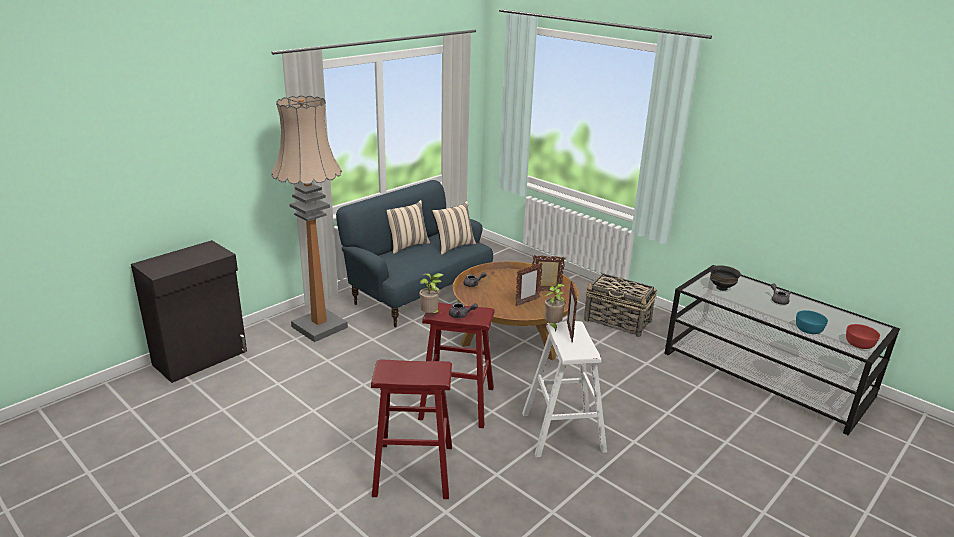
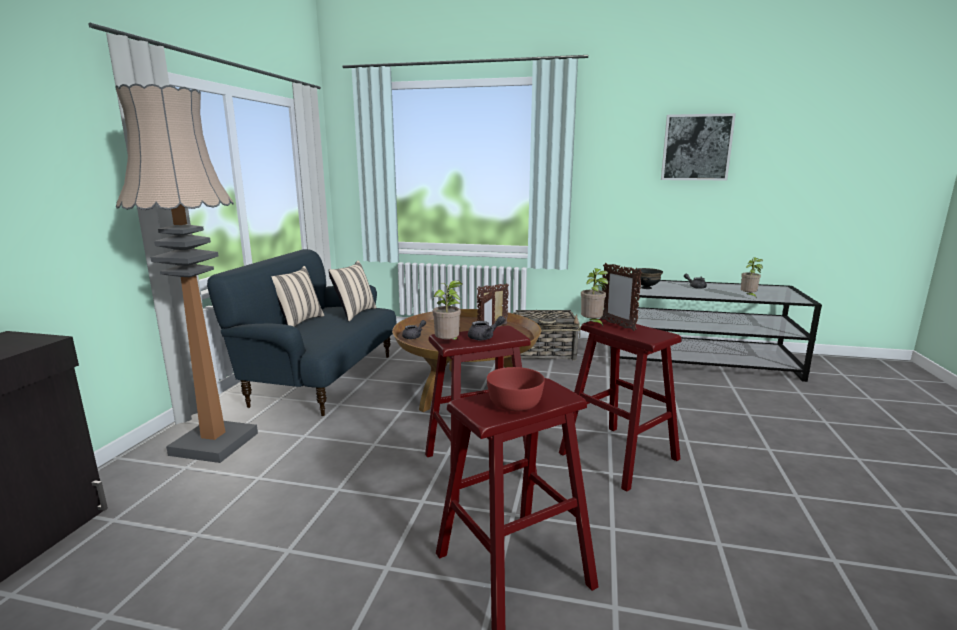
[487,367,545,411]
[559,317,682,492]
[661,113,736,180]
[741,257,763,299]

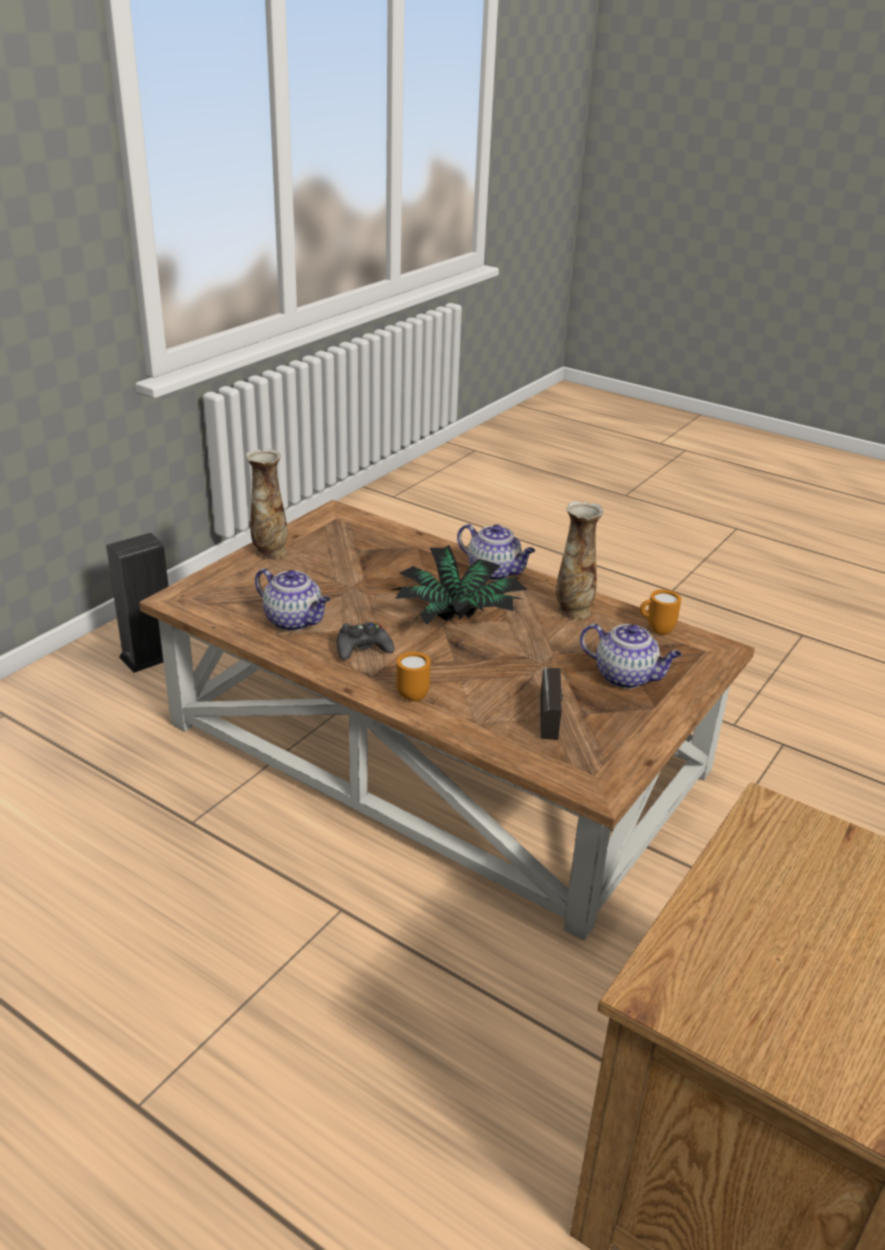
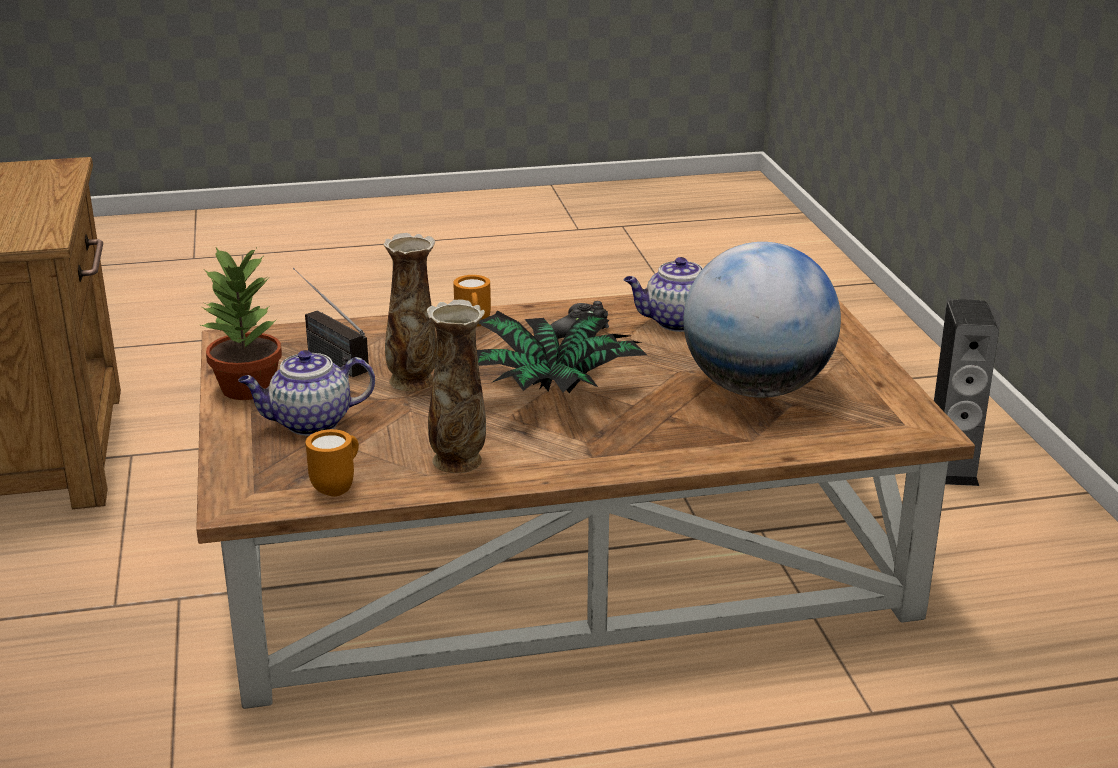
[201,247,282,400]
[383,233,437,391]
[683,242,841,398]
[457,524,536,581] (first image)

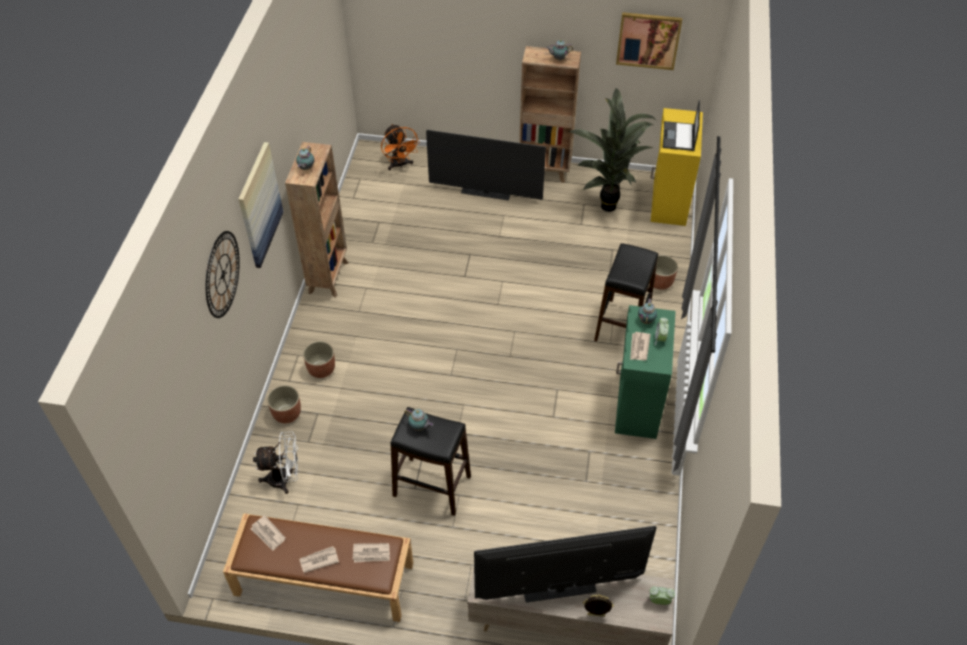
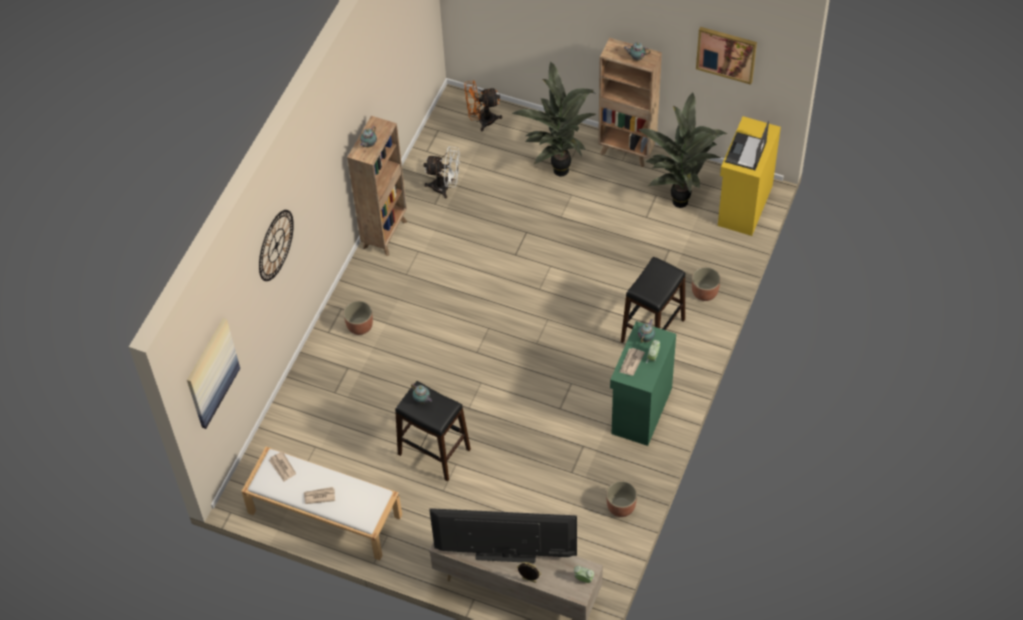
[187,318,240,429]
[241,447,402,560]
[424,146,460,199]
[464,80,503,131]
[512,61,596,176]
[606,481,637,517]
[353,543,390,563] (first image)

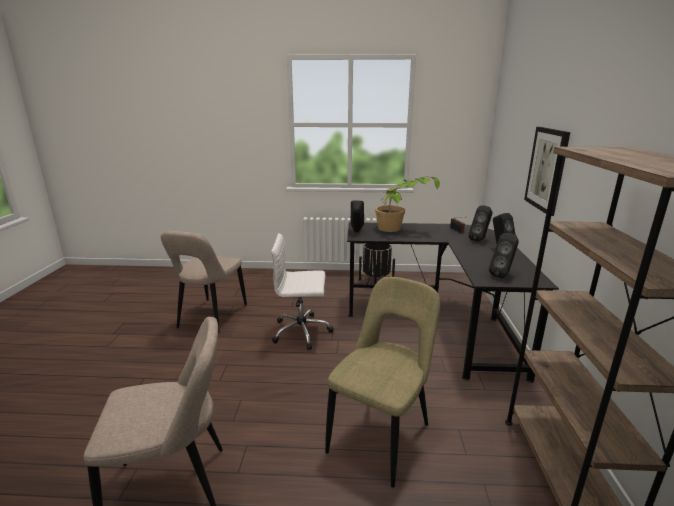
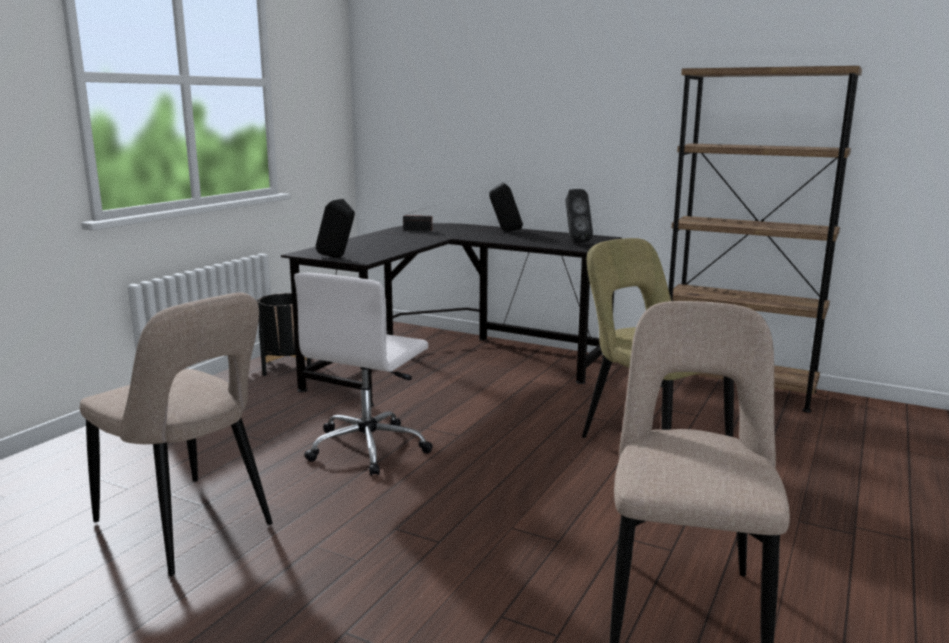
[375,176,440,232] (first image)
[468,205,493,242] (first image)
[524,127,570,216] (first image)

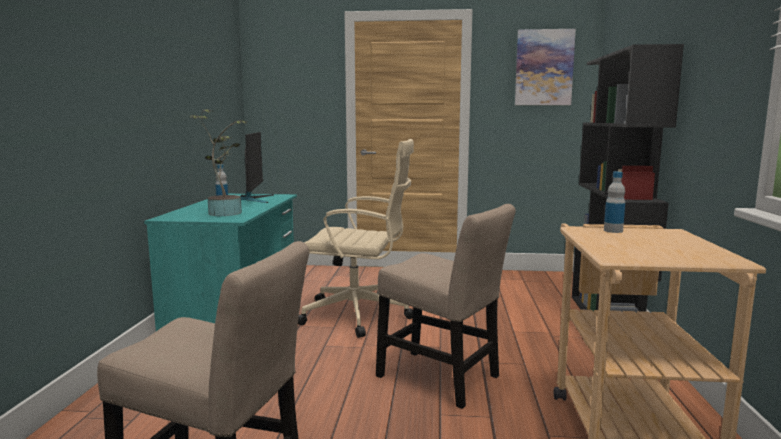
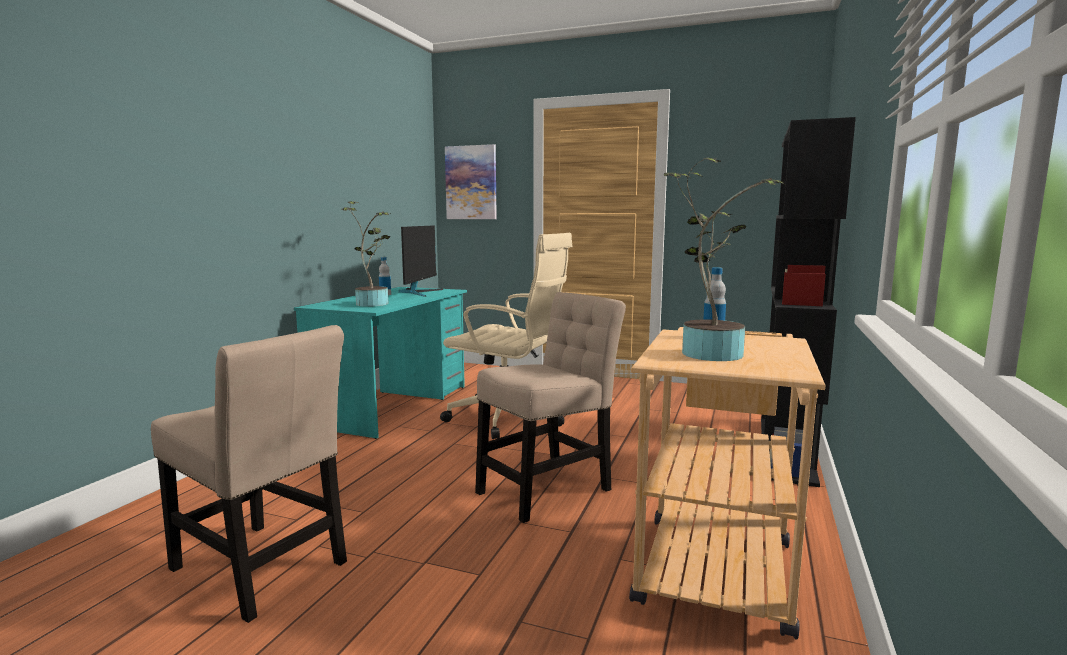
[445,144,497,219]
[475,292,626,523]
[664,157,785,361]

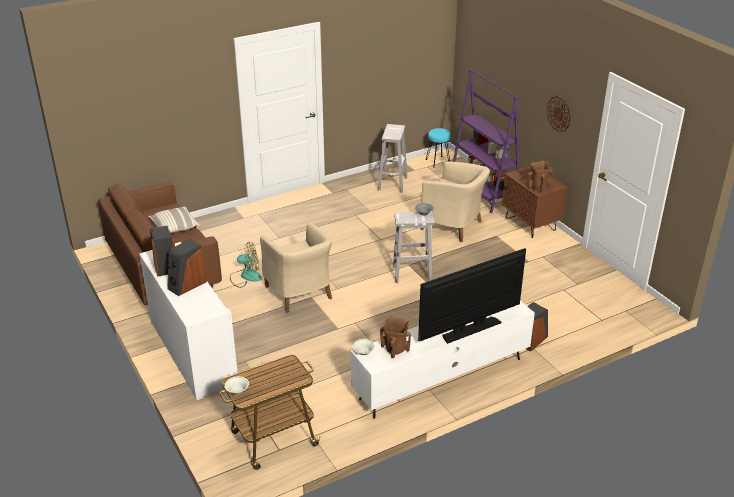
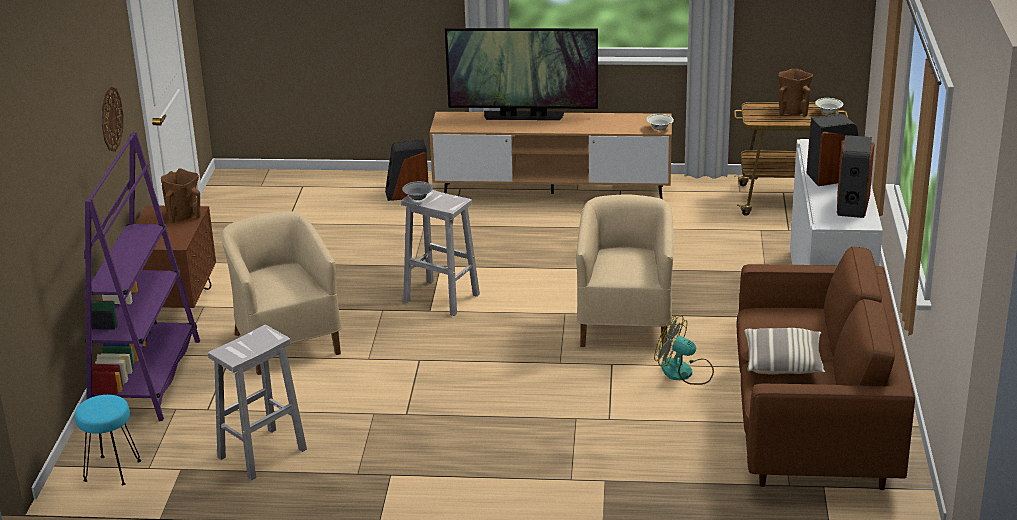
[430,112,672,200]
[778,69,813,117]

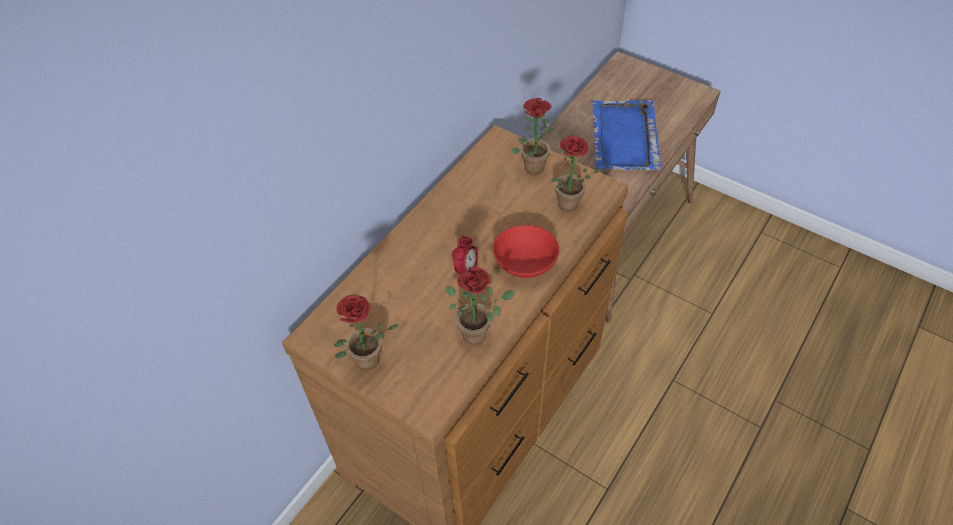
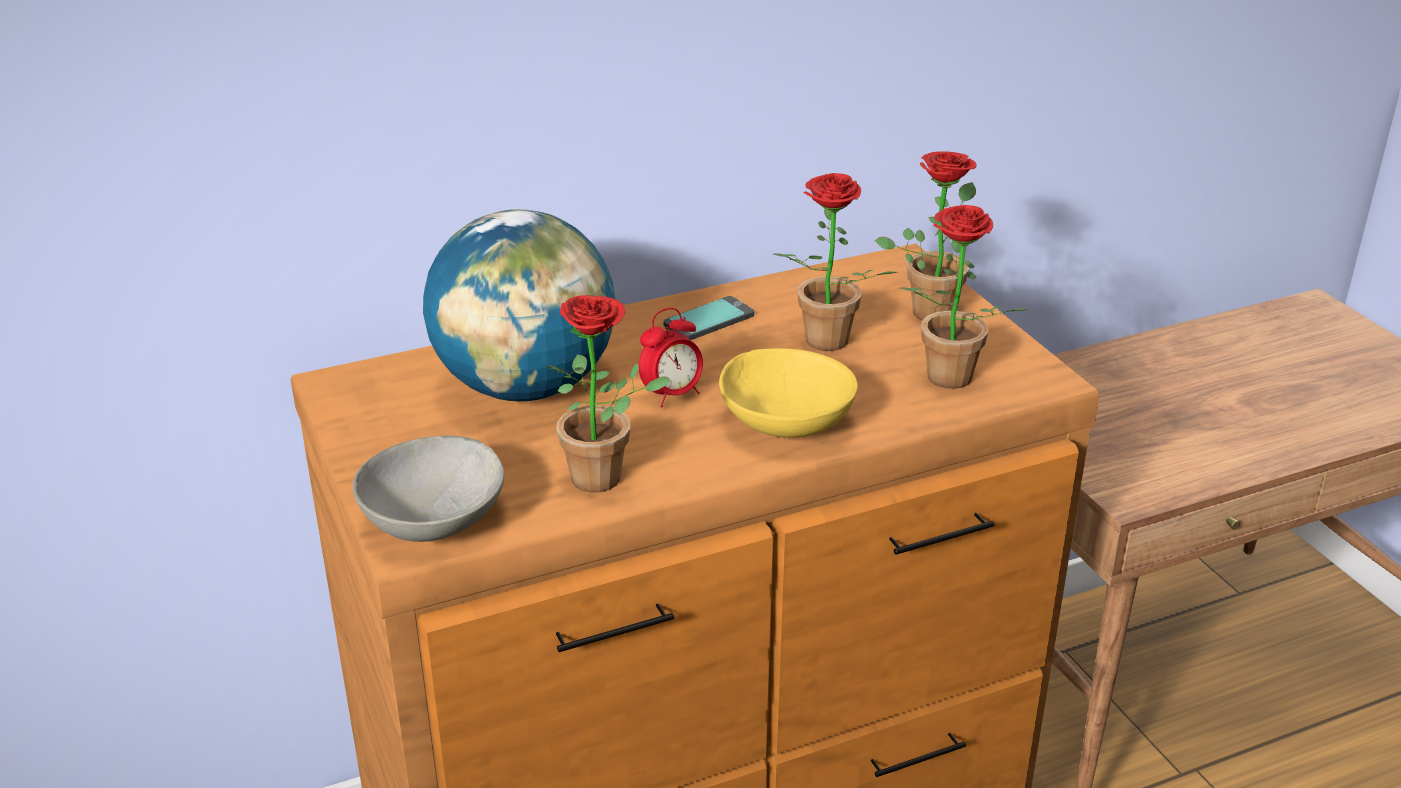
[353,435,504,542]
[423,209,615,401]
[664,296,754,340]
[719,348,858,438]
[774,173,897,351]
[591,100,662,170] (first image)

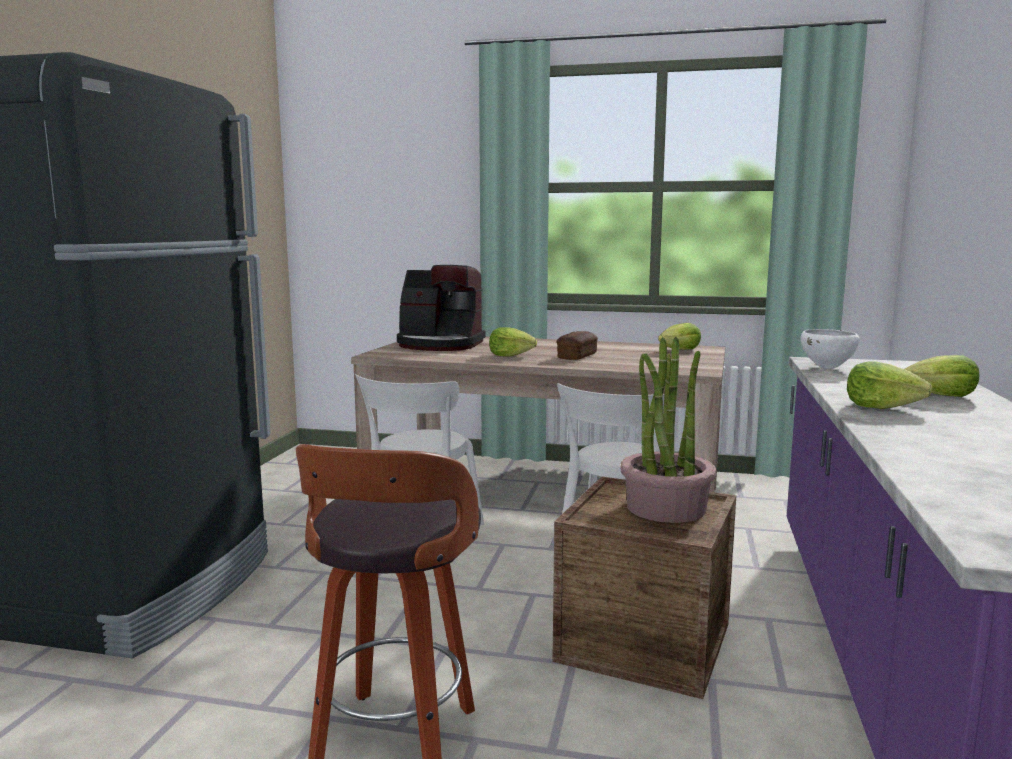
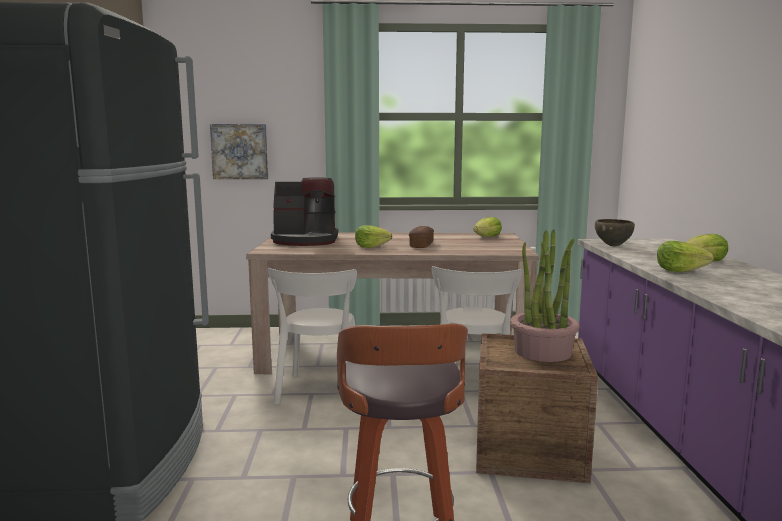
[210,124,268,179]
[595,219,635,246]

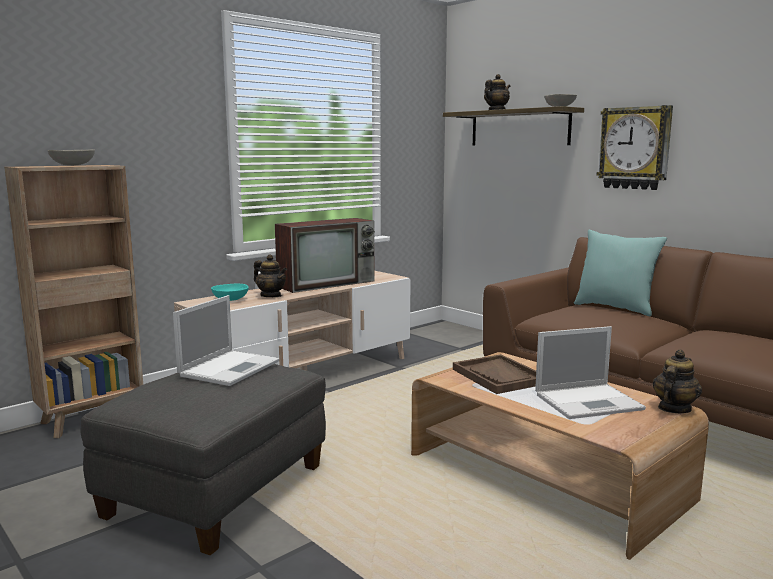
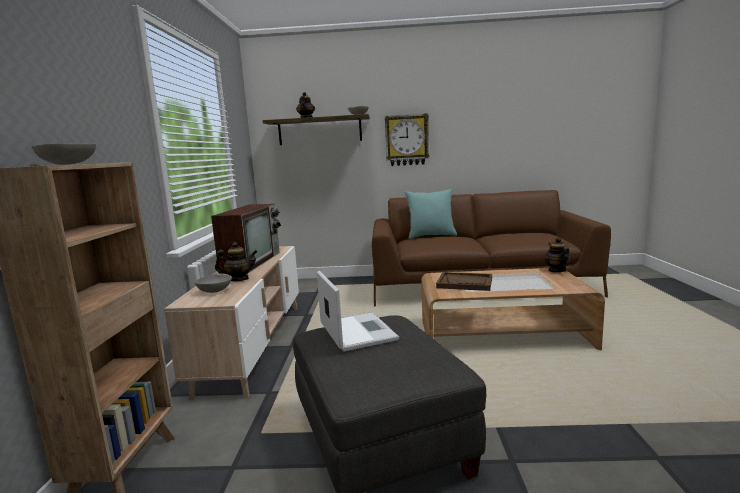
[195,274,232,293]
[535,326,646,419] (first image)

